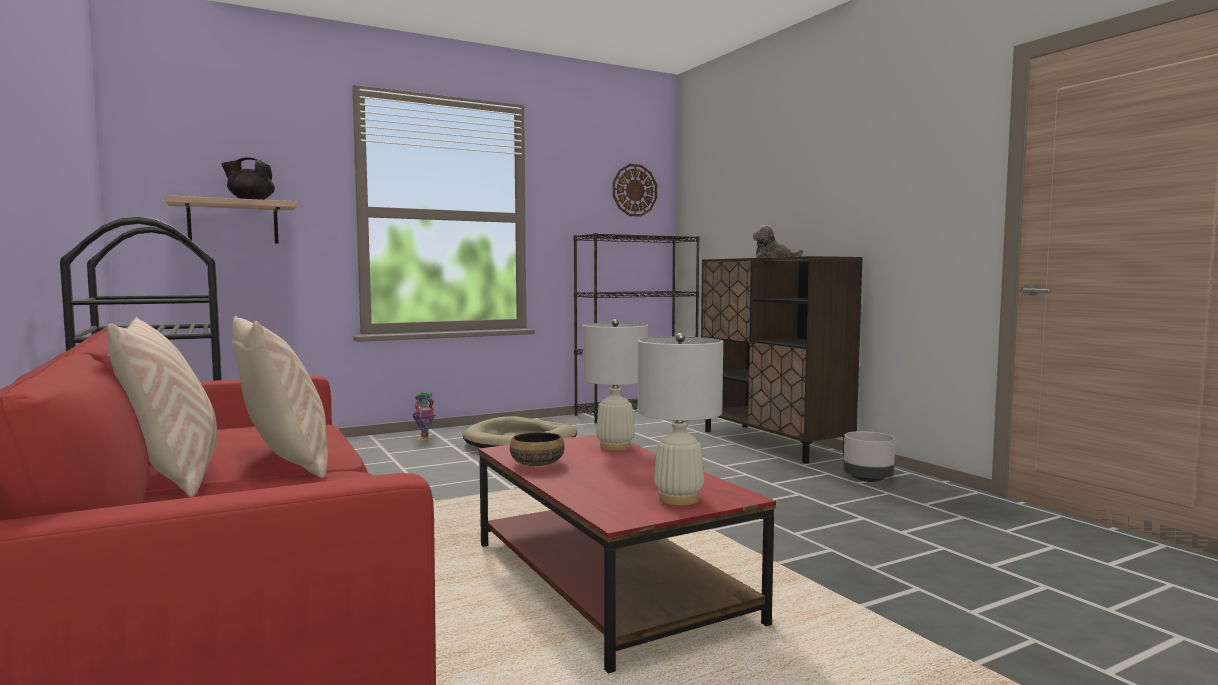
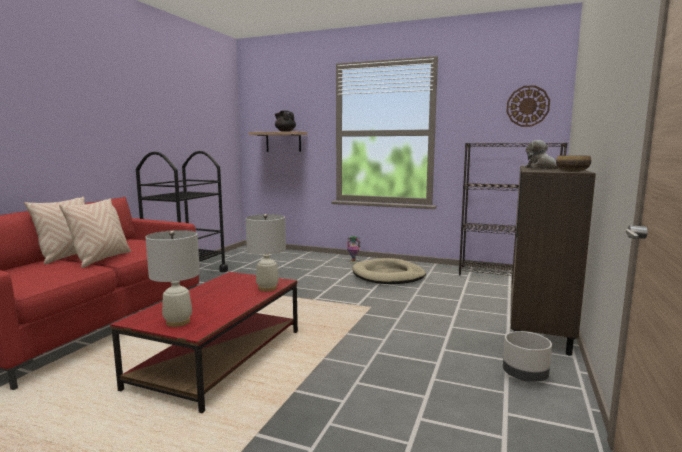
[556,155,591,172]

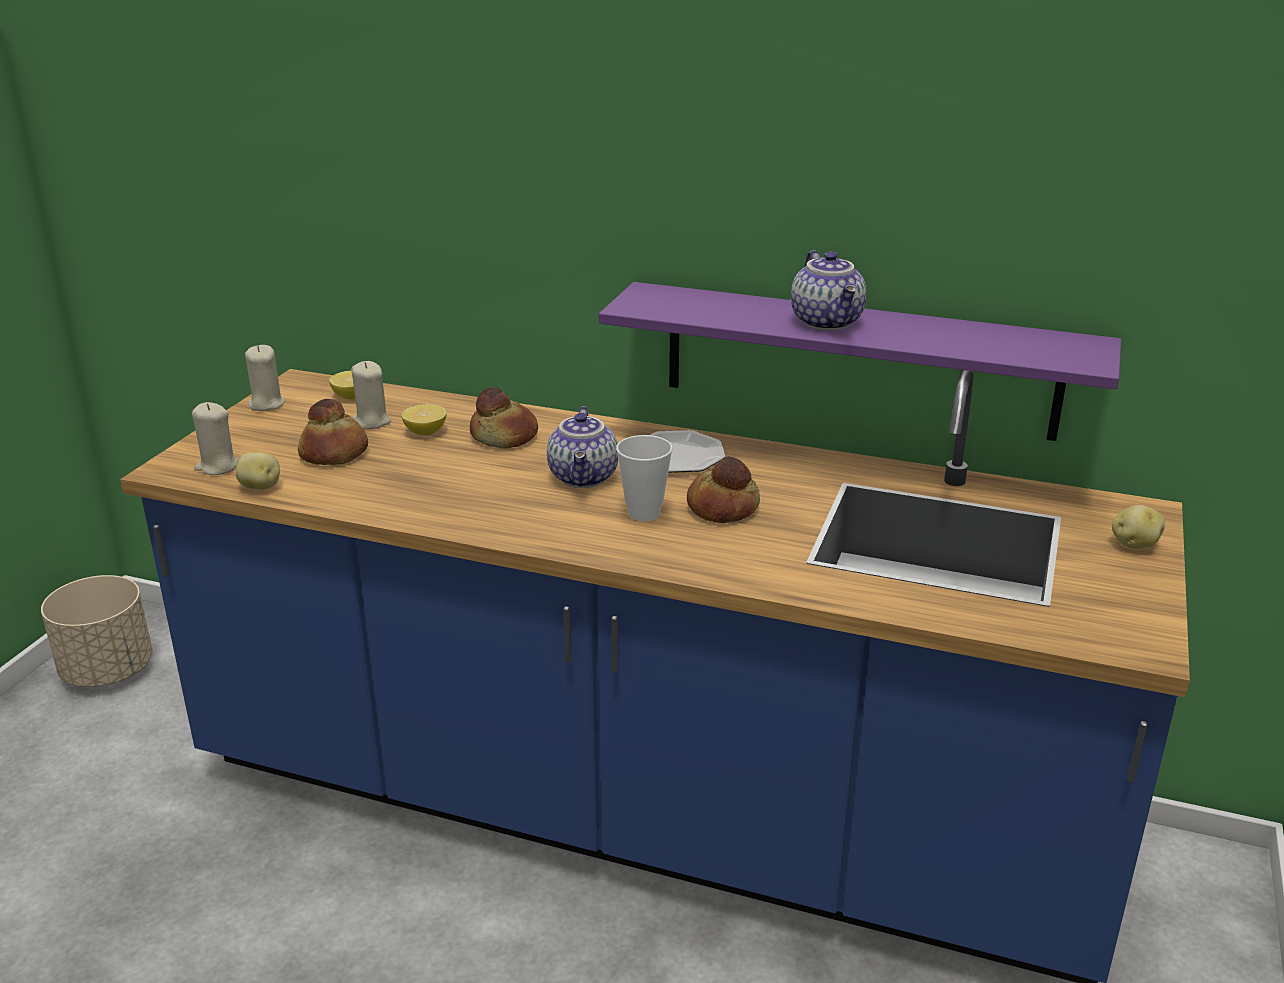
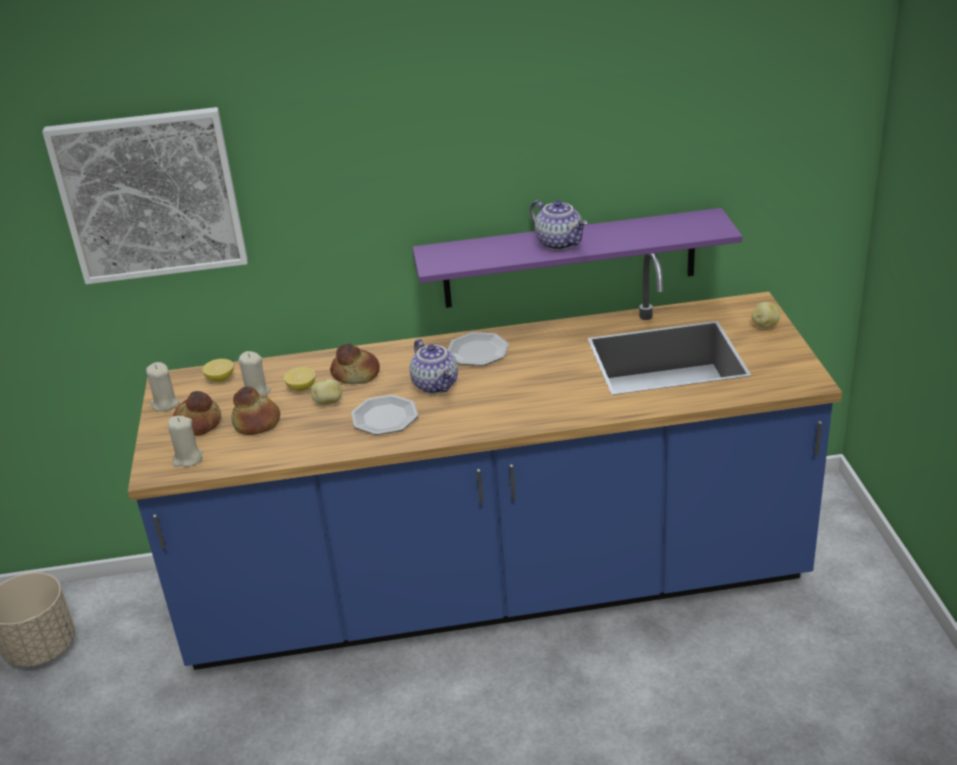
[42,107,248,284]
[173,391,221,436]
[311,379,342,405]
[351,395,418,435]
[616,435,673,521] (first image)

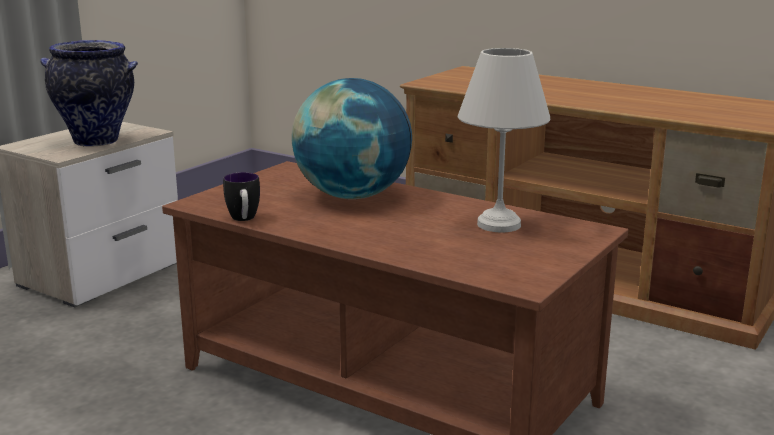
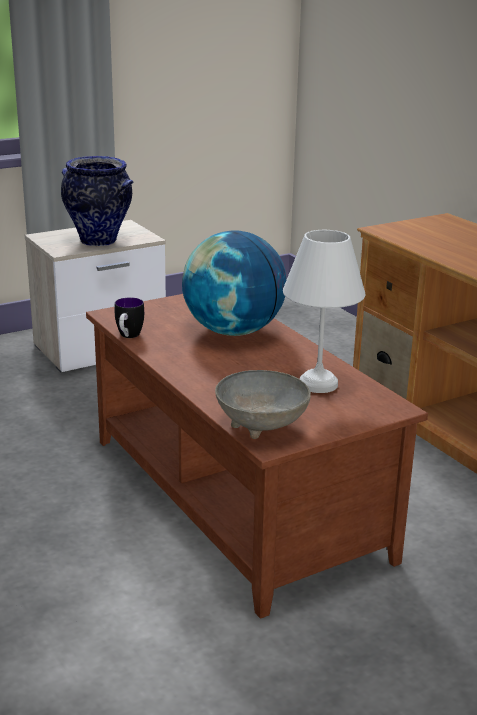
[215,370,311,439]

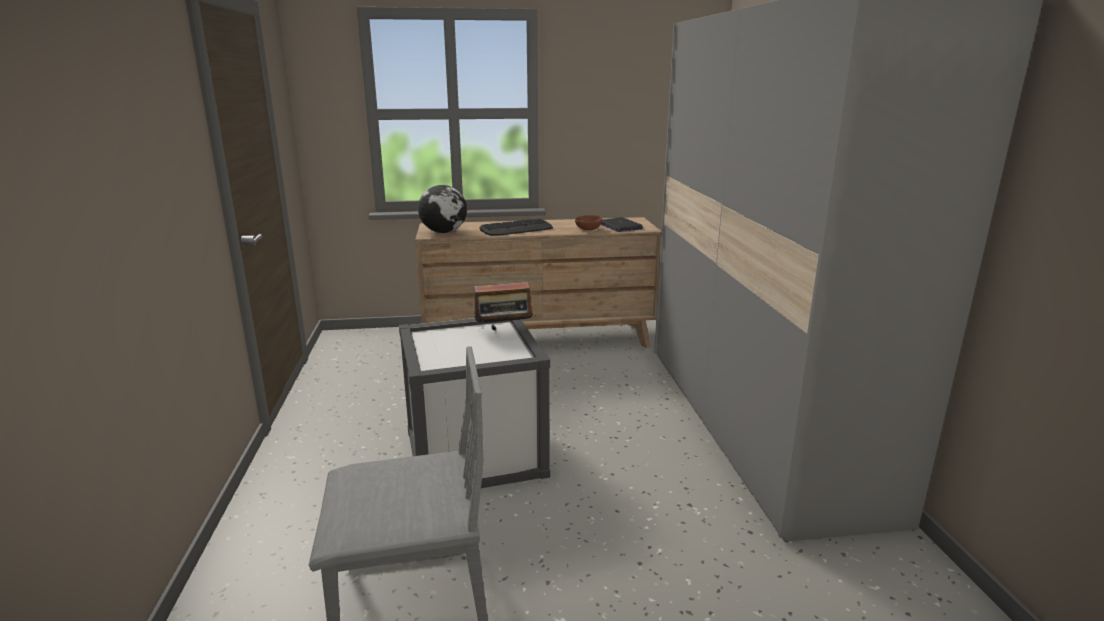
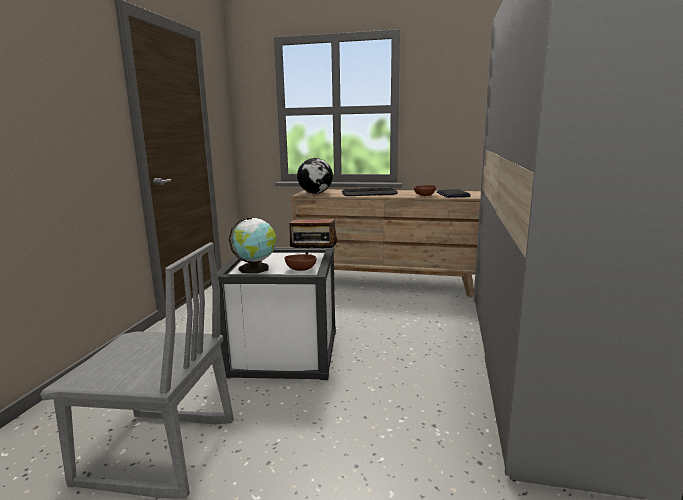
[229,216,277,274]
[284,254,317,271]

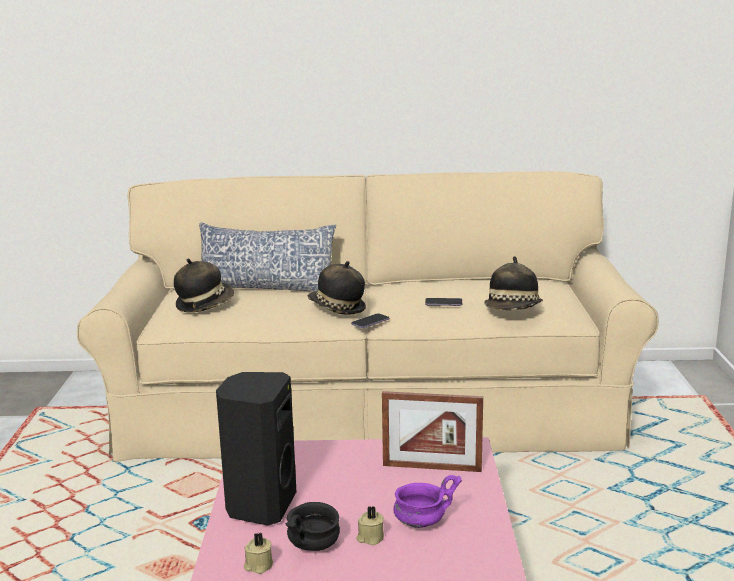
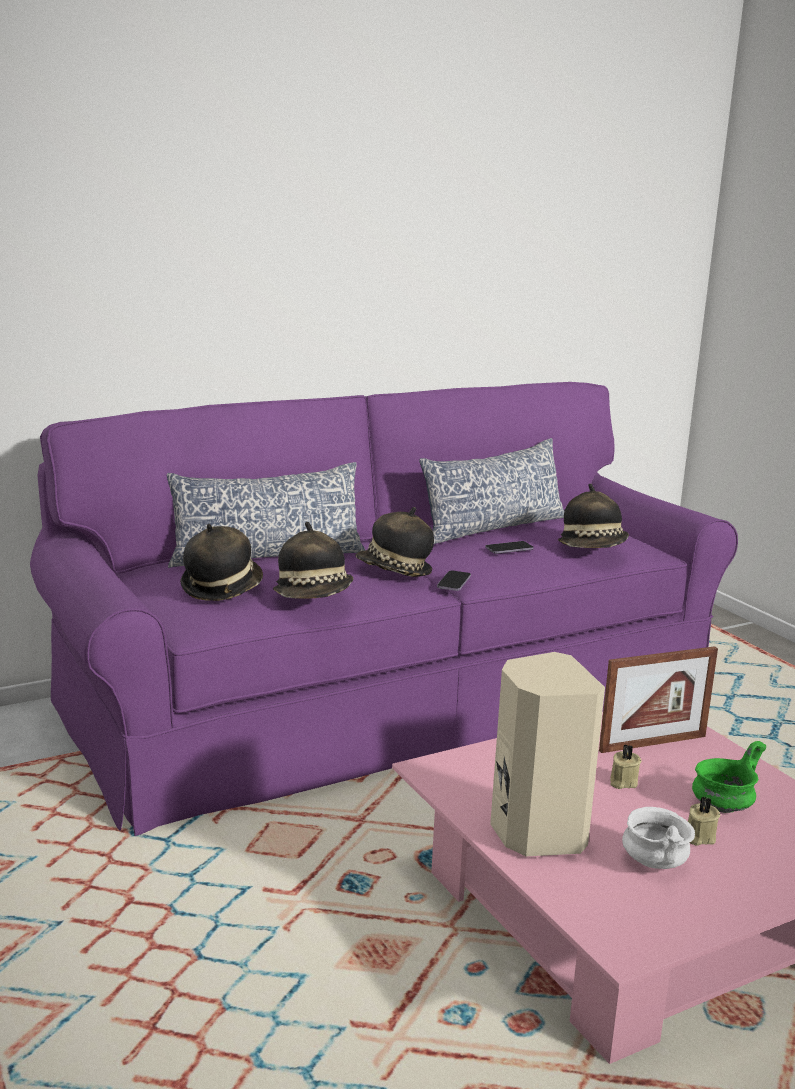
[30,382,738,836]
[273,522,353,599]
[419,438,564,544]
[490,652,605,856]
[610,744,642,789]
[622,807,695,869]
[692,741,766,813]

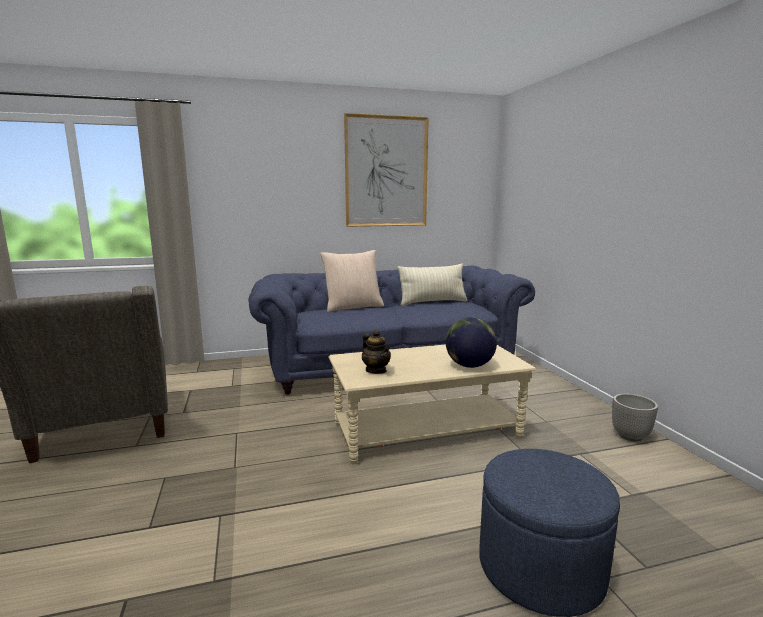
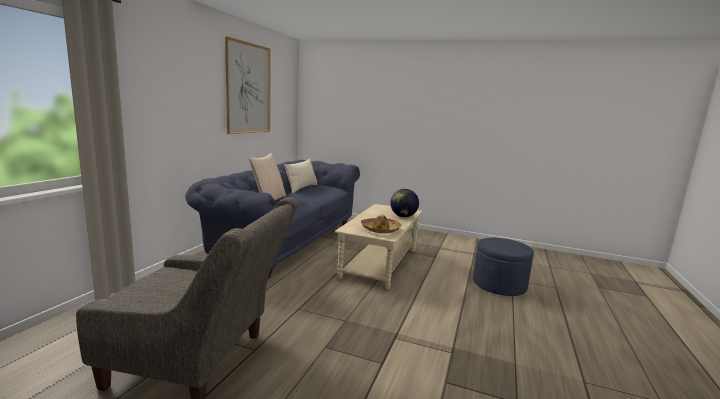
[361,215,402,233]
[612,394,658,442] (first image)

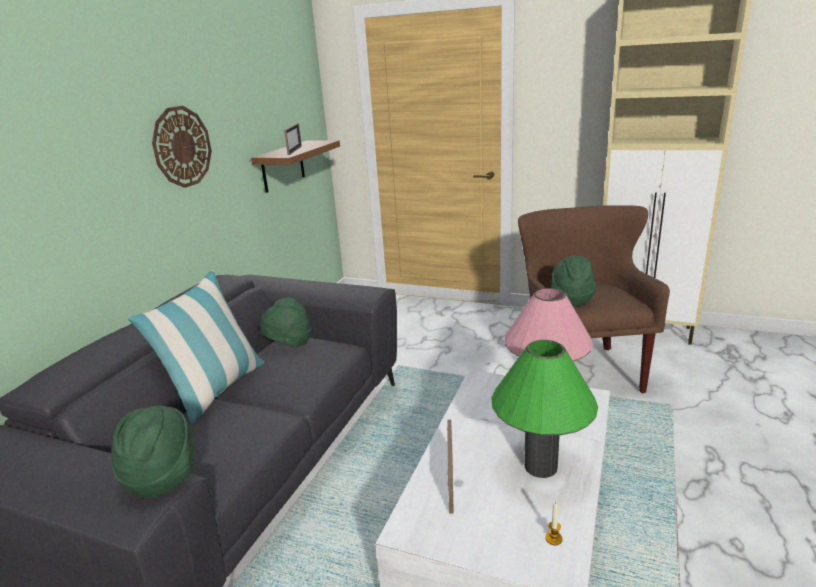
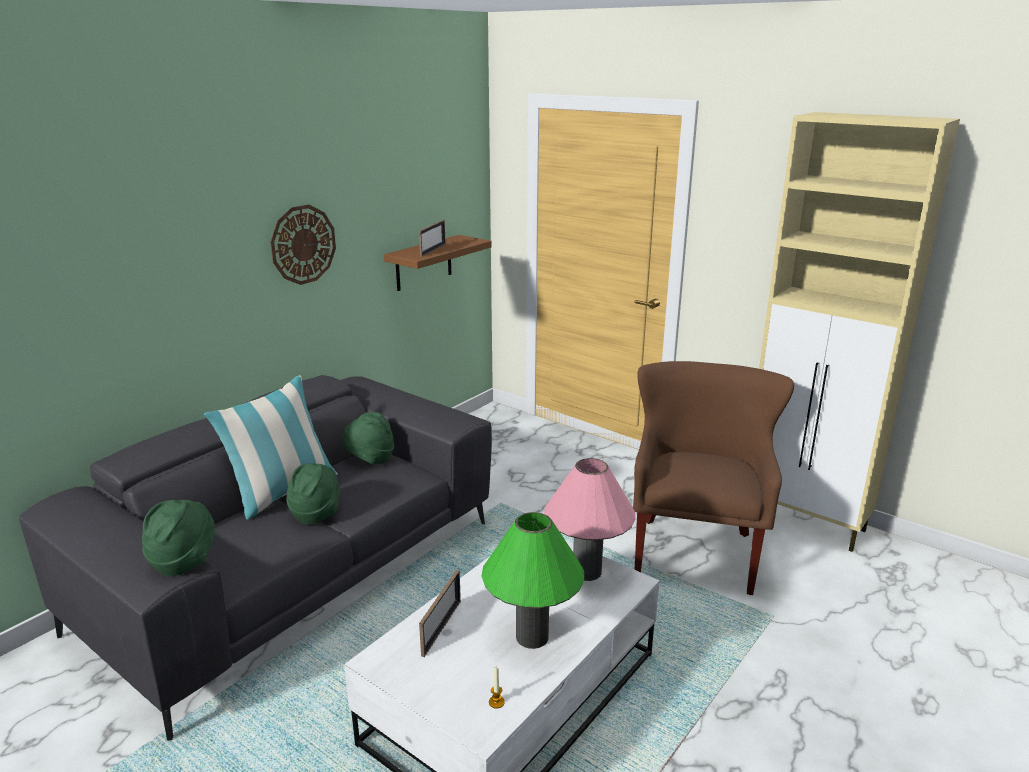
[286,464,340,524]

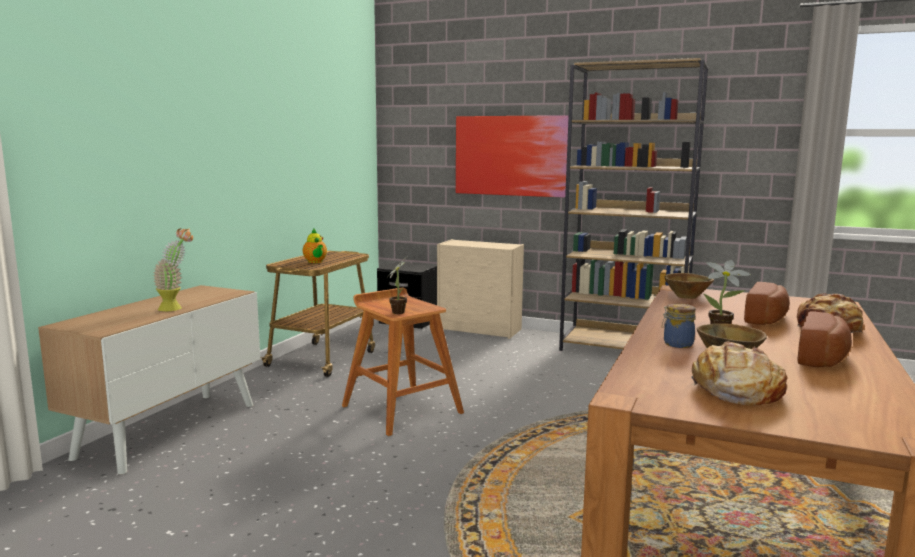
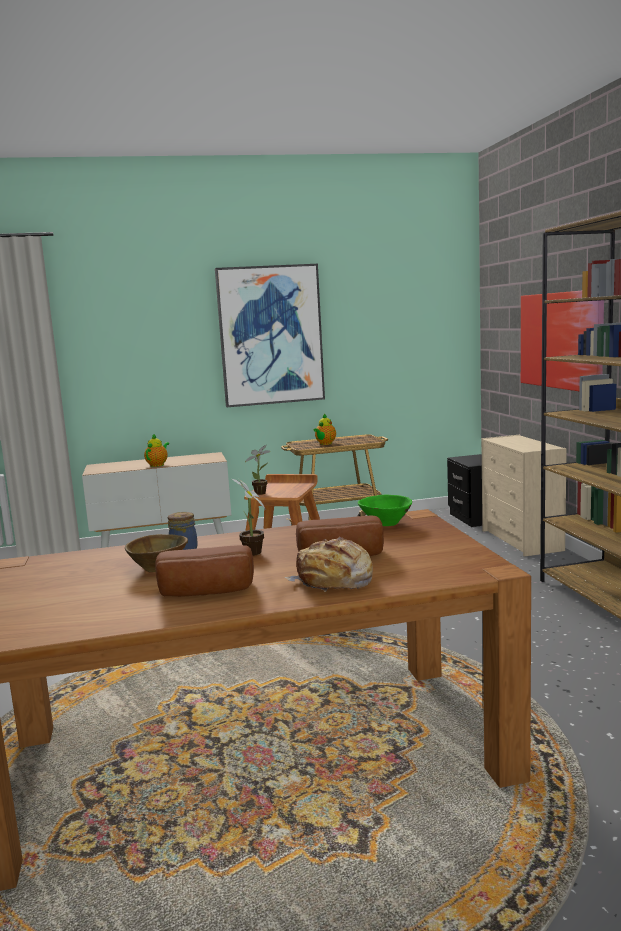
[144,434,169,467]
[215,264,325,407]
[358,495,412,526]
[691,341,788,406] (first image)

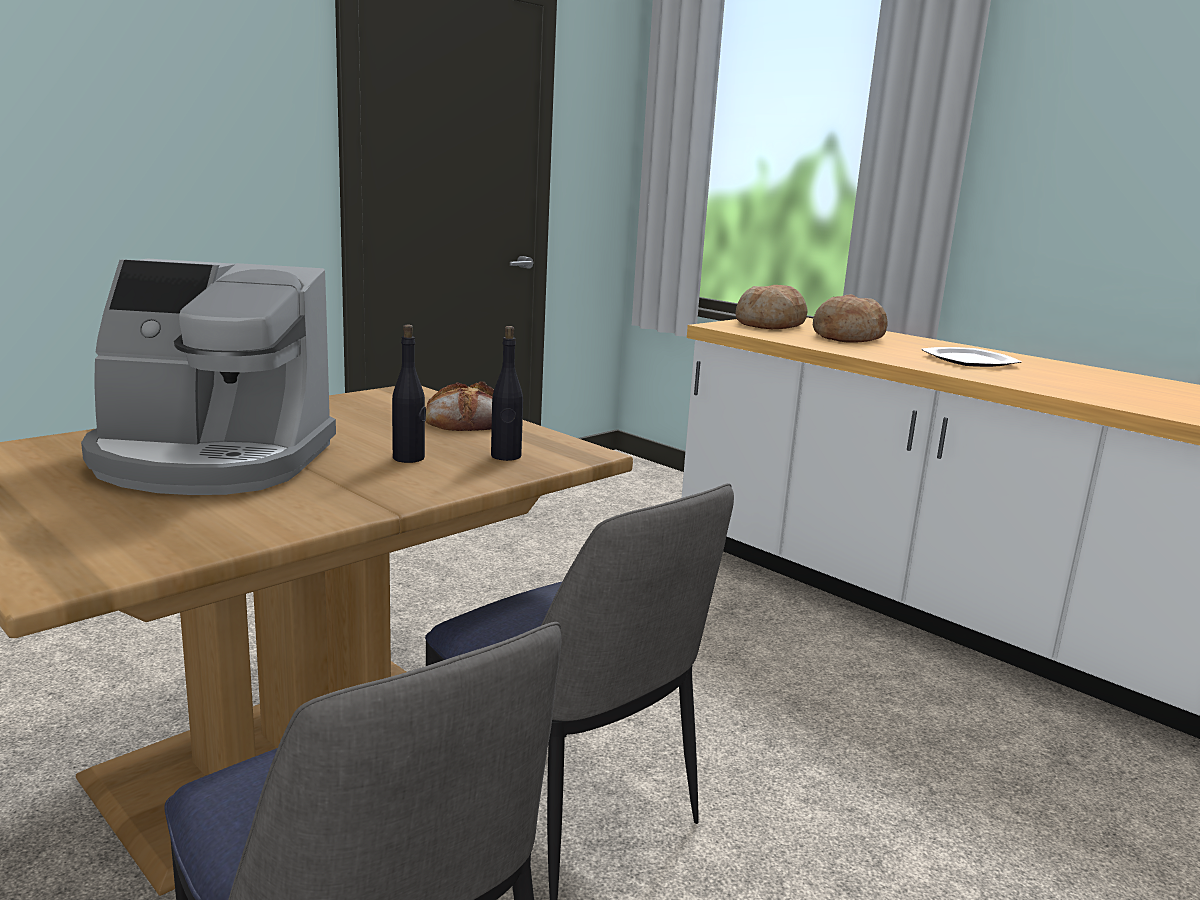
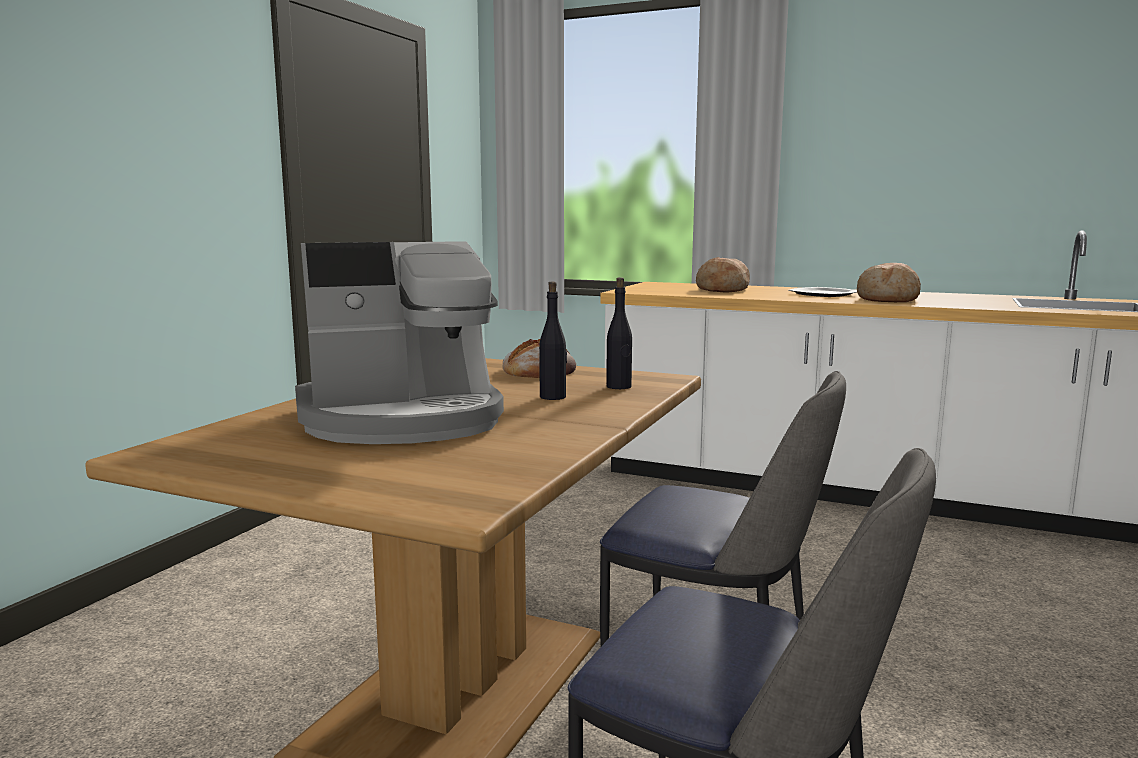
[857,263,921,302]

